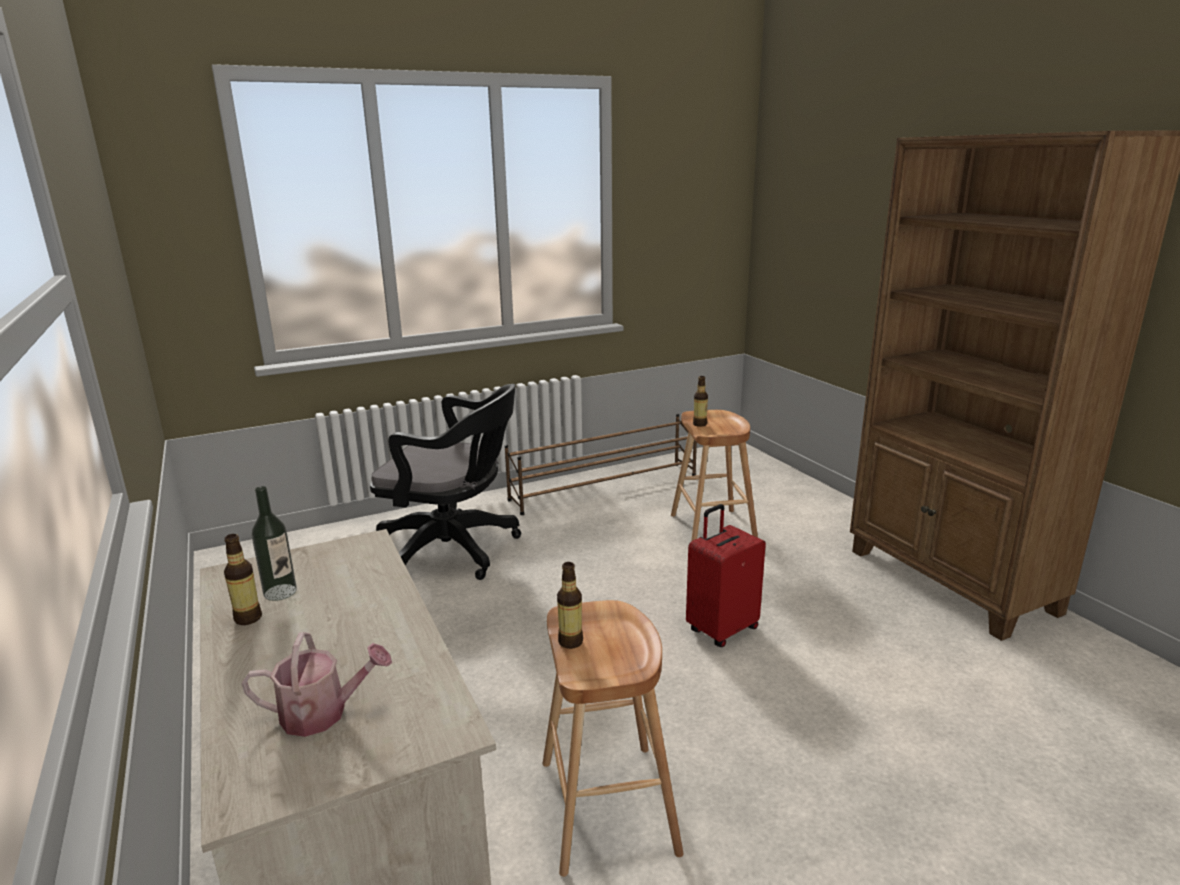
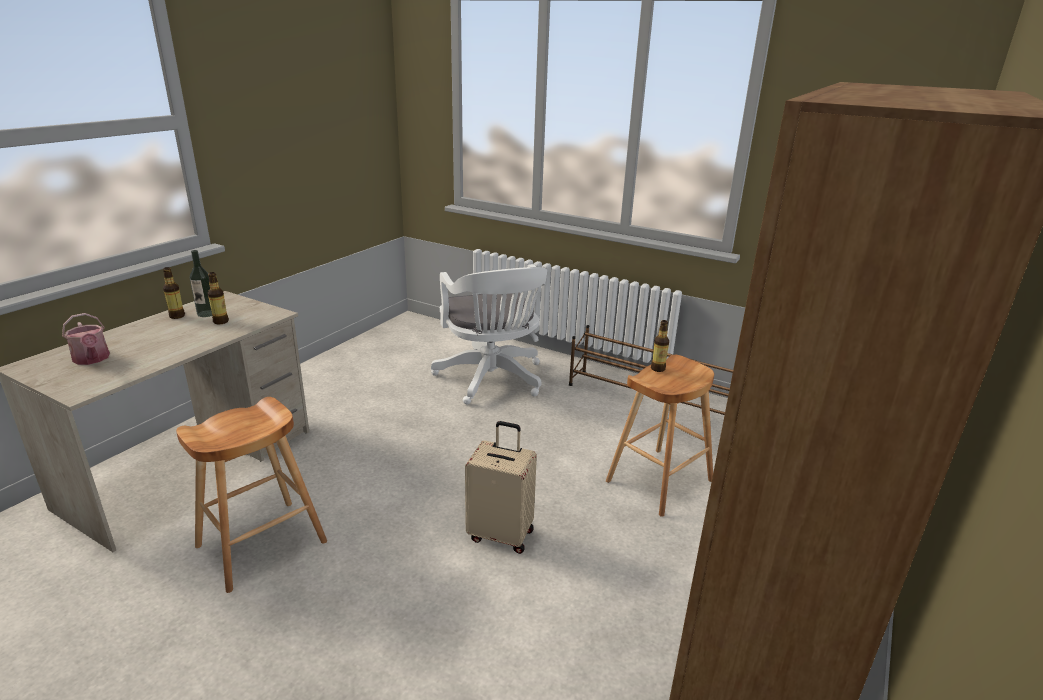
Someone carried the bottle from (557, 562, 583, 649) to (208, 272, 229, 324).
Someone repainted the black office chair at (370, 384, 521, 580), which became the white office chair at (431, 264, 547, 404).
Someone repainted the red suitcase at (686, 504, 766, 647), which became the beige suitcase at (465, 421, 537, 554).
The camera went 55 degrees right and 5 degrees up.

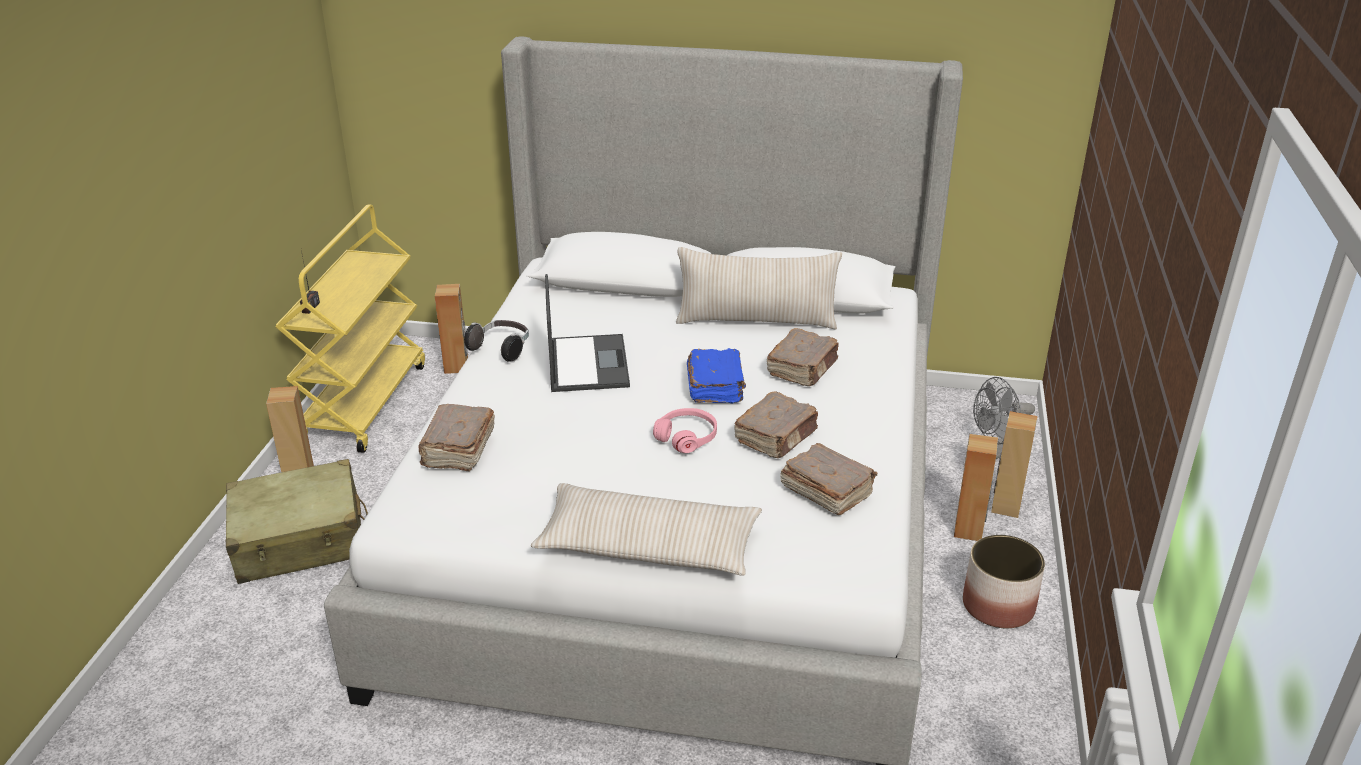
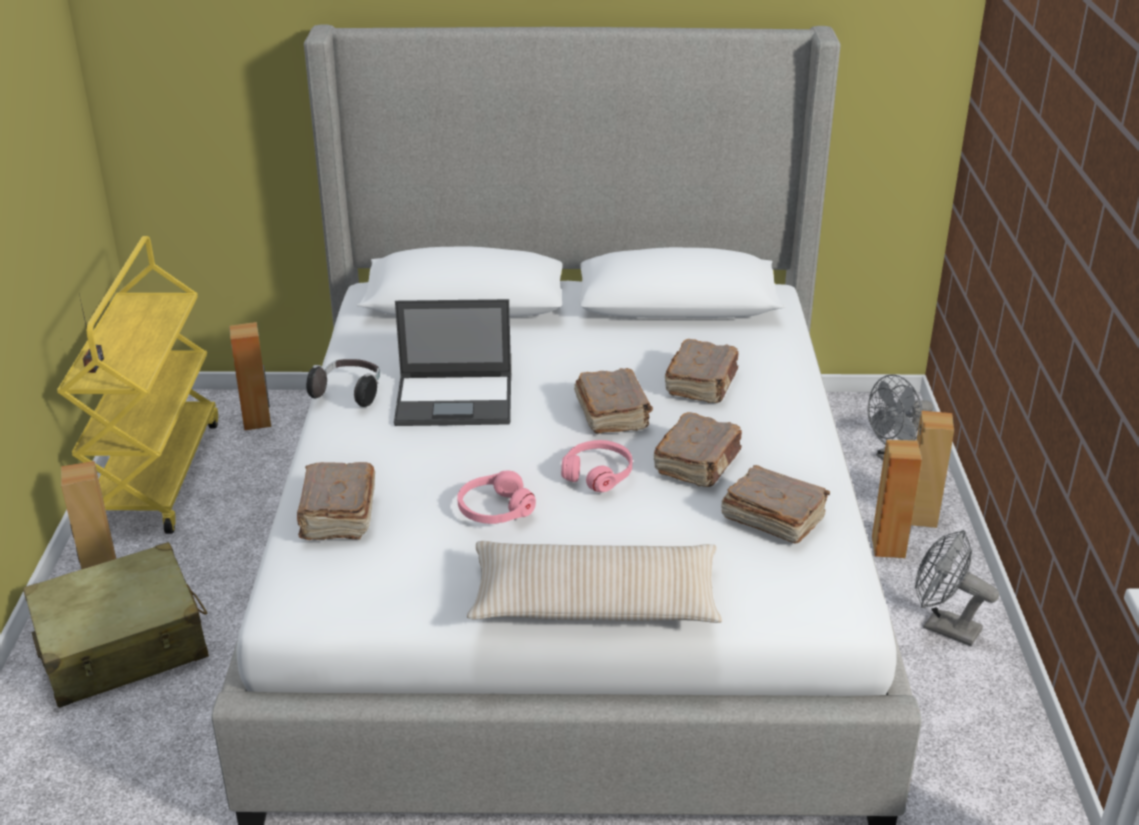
Someone rotated the laptop at (545, 274, 630, 392) by 105 degrees clockwise.
Someone put down the pink headphones at (457, 471, 536, 524).
Someone repainted the blue book at (687, 348, 746, 404), which became the brown book at (574, 368, 653, 434).
Someone swapped the planter at (963, 535, 1045, 628) for the grey fan at (915, 530, 999, 646).
Someone took away the beige pillow at (676, 247, 842, 329).
The camera went 10 degrees left and 0 degrees up.

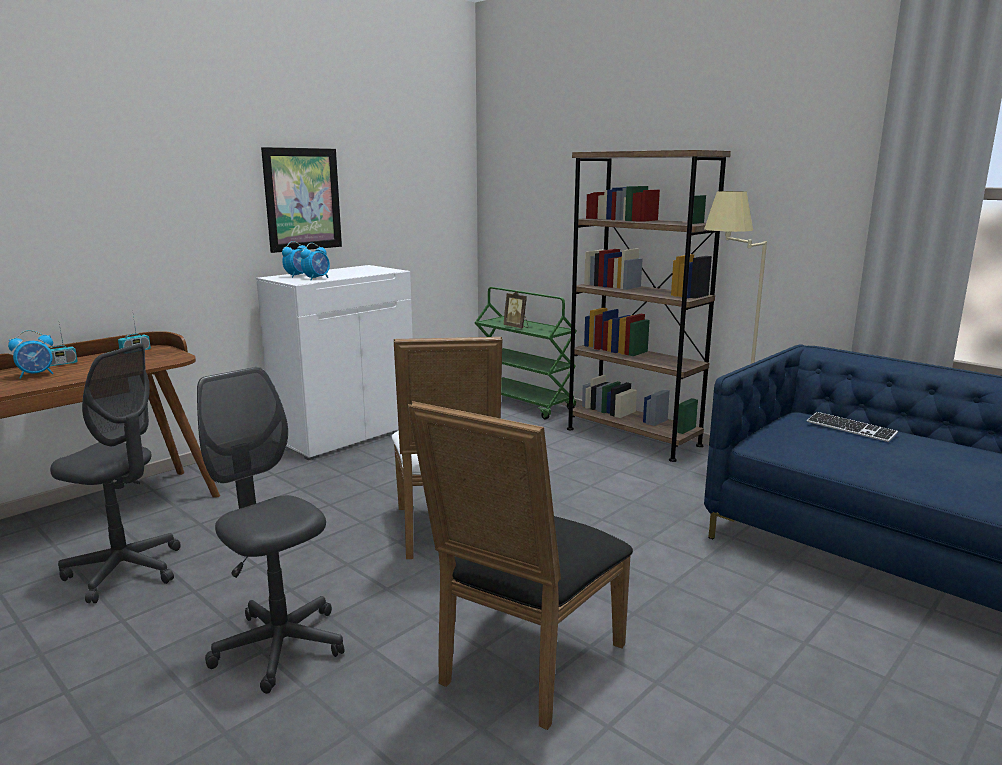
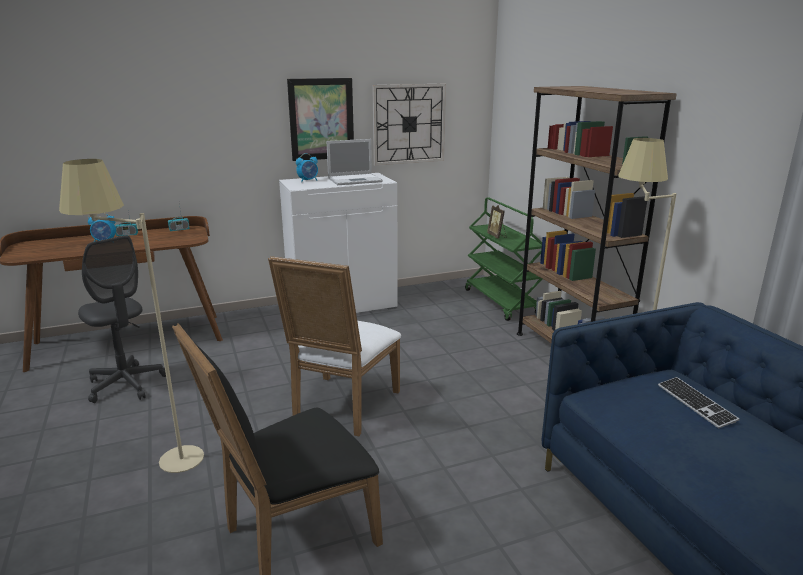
Someone swapped the grey office chair at (197, 367, 345, 694) for the beige floor lamp at (59, 159, 204, 473).
Someone put down the laptop at (327, 139, 383, 185).
Someone put up the wall clock at (372, 84, 446, 165).
Someone took away the alarm clock at (300, 243, 330, 281).
The camera went 25 degrees right and 5 degrees up.

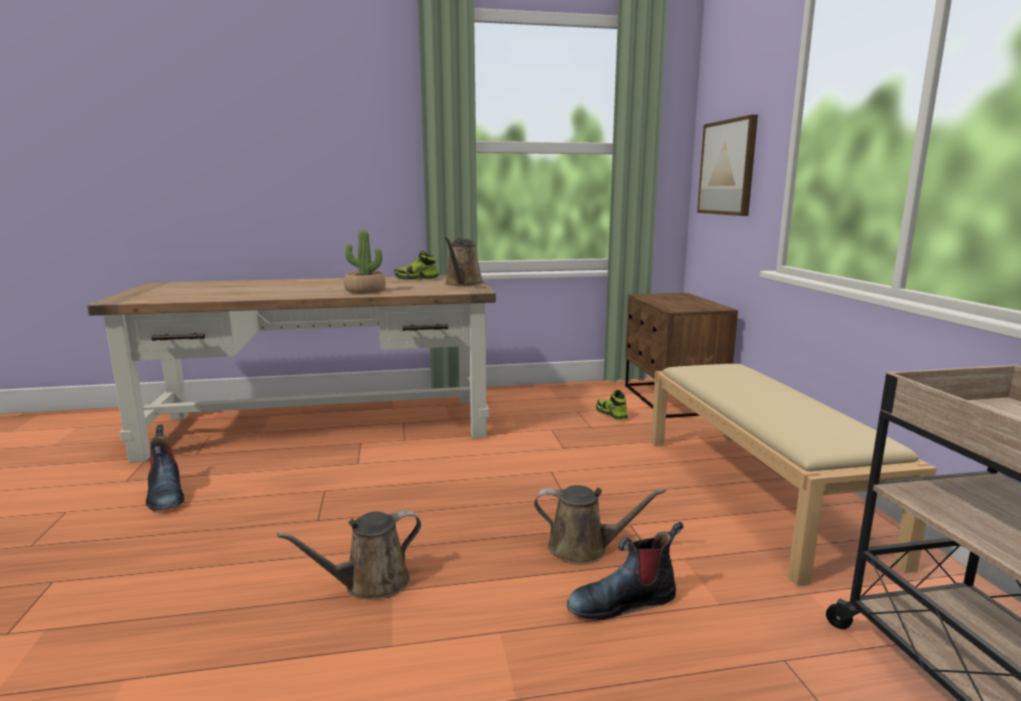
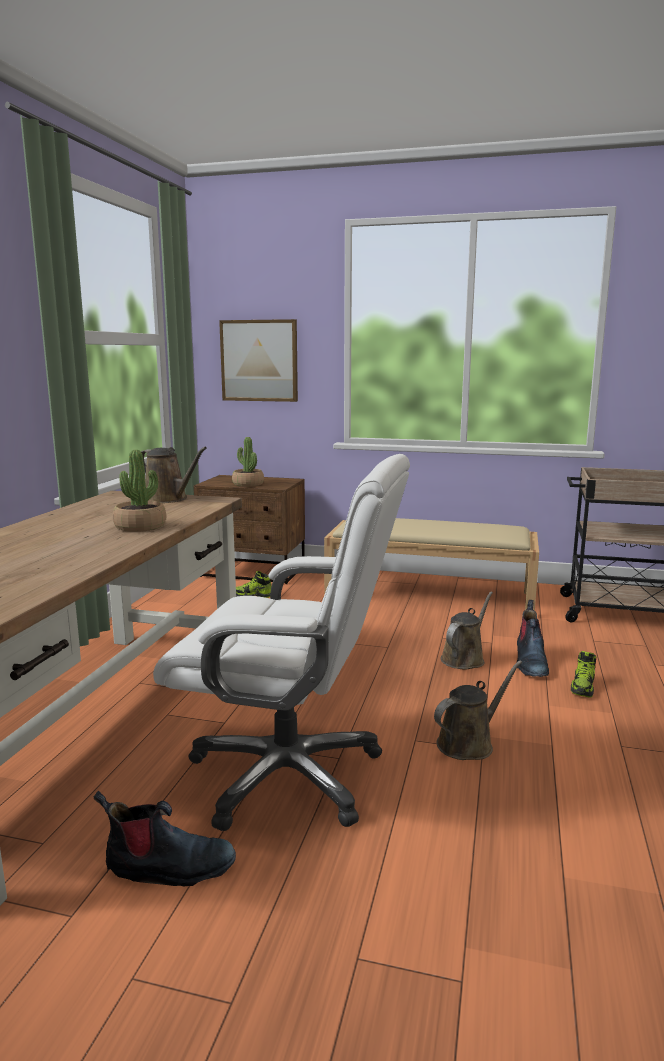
Someone put down the white office chair at (153, 454, 410, 831).
Someone put down the potted plant at (232, 437, 264, 487).
Someone rotated the brown watering can at (277, 510, 421, 599) by 120 degrees counterclockwise.
Someone carried the shoe from (394, 251, 439, 280) to (571, 651, 596, 698).
The camera went 65 degrees left and 0 degrees up.

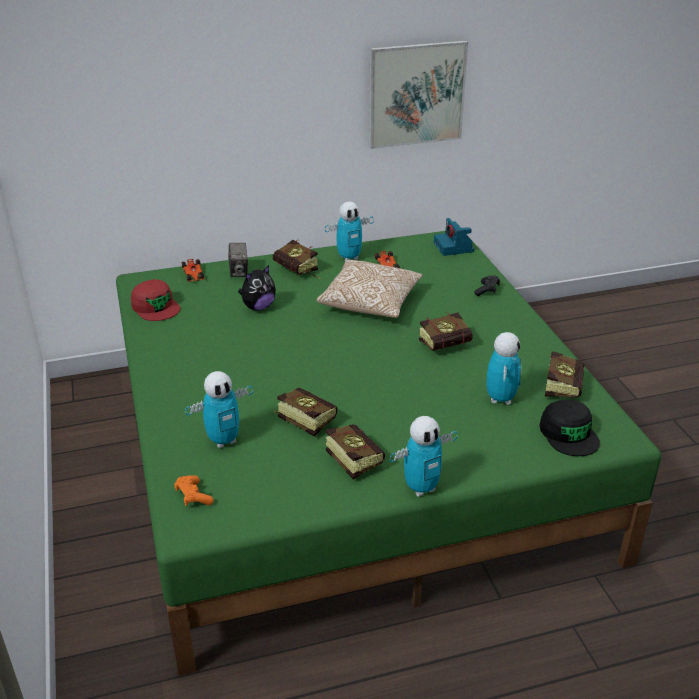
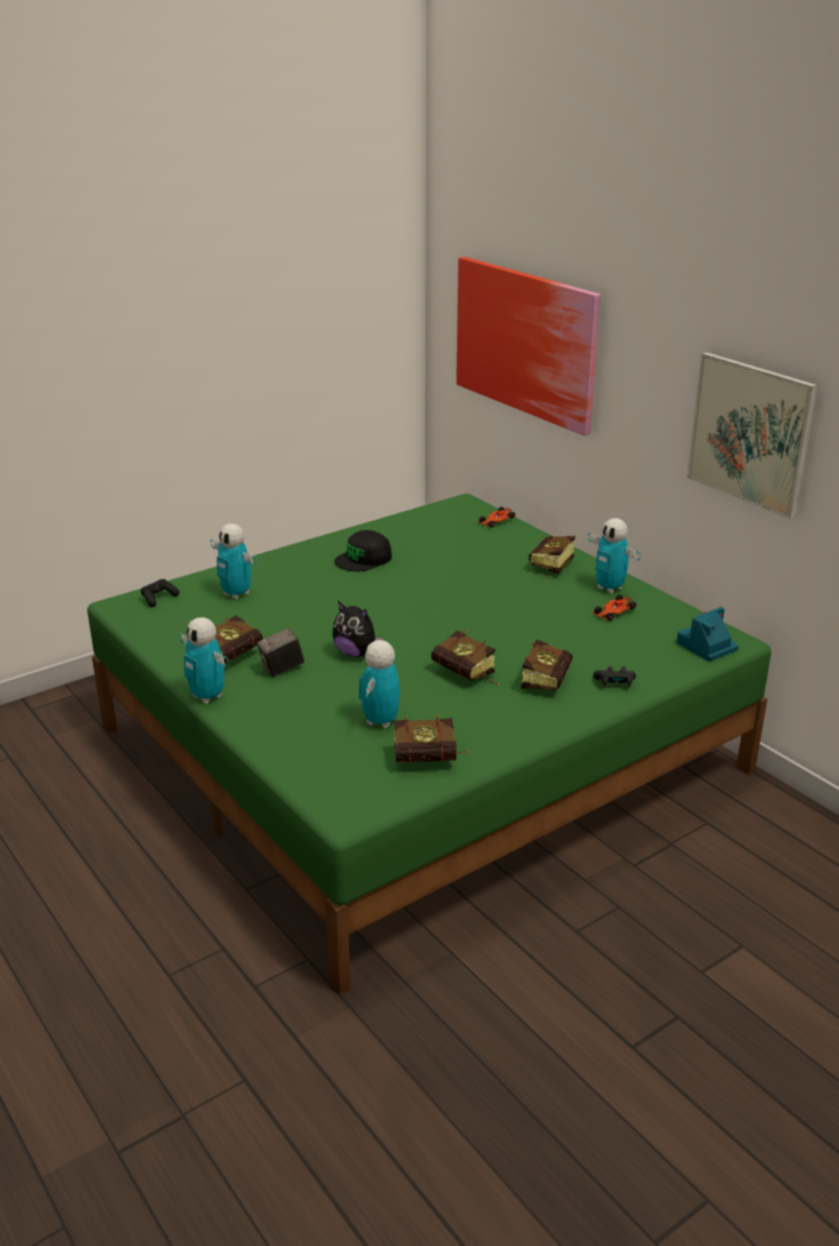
Someone repainted the orange game controller at (174, 475, 214, 506), which became the black game controller at (141, 579, 179, 607).
Someone carried the photo camera from (228, 243, 248, 277) to (257, 628, 304, 677).
Someone carried the plush toy from (238, 265, 276, 310) to (332, 601, 383, 657).
Someone carried the black cap from (539, 400, 600, 456) to (334, 530, 392, 571).
Someone rotated the toy robot at (486, 332, 521, 405) by 120 degrees clockwise.
Someone put up the picture at (456, 257, 601, 436).
Someone carried the book from (274, 388, 337, 437) to (521, 640, 573, 690).
Someone took away the red cap at (131, 279, 180, 321).
Someone took away the pillow at (316, 260, 423, 318).
The camera went 70 degrees right and 5 degrees down.

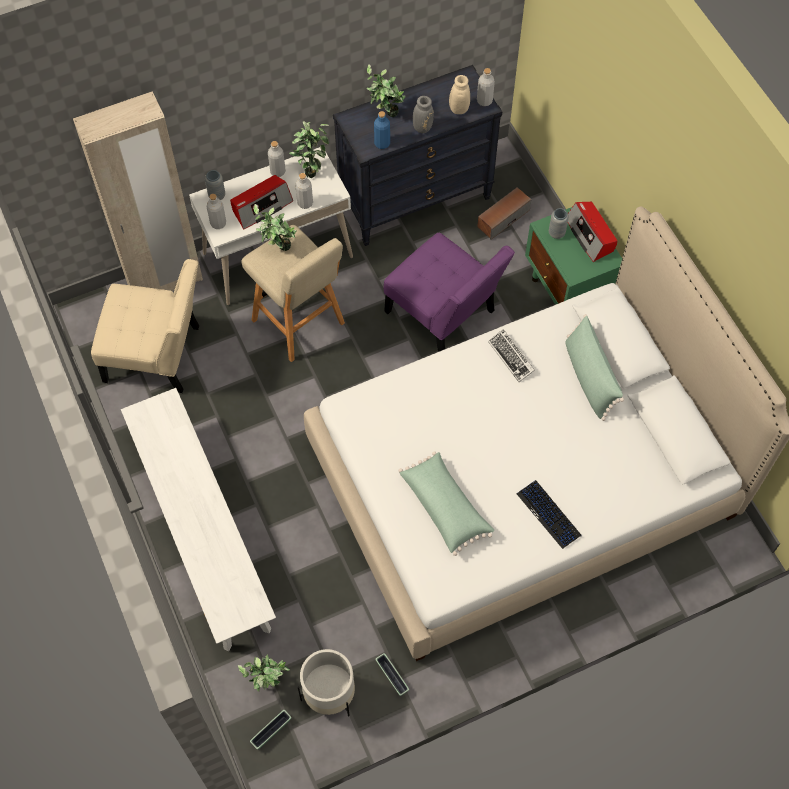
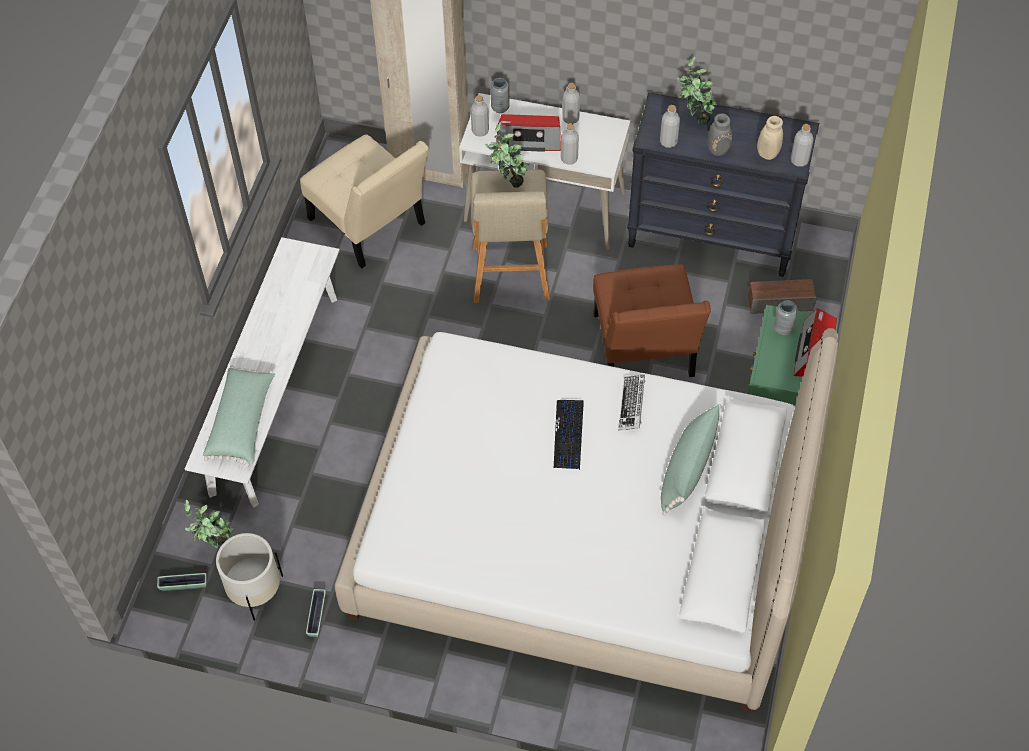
Someone carried the green pillow from (399, 451, 494, 556) to (203, 365, 275, 467).
Someone carried the keyboard from (517, 480, 582, 549) to (554, 400, 584, 470).
Someone repainted the purple chair at (384, 233, 515, 352), which became the brown chair at (593, 264, 711, 377).
Someone repainted the blue bottle at (374, 111, 390, 149), which became the grey bottle at (660, 105, 680, 148).
Someone took away the potted plant at (289, 121, 329, 178).
The camera went 40 degrees right and 5 degrees down.

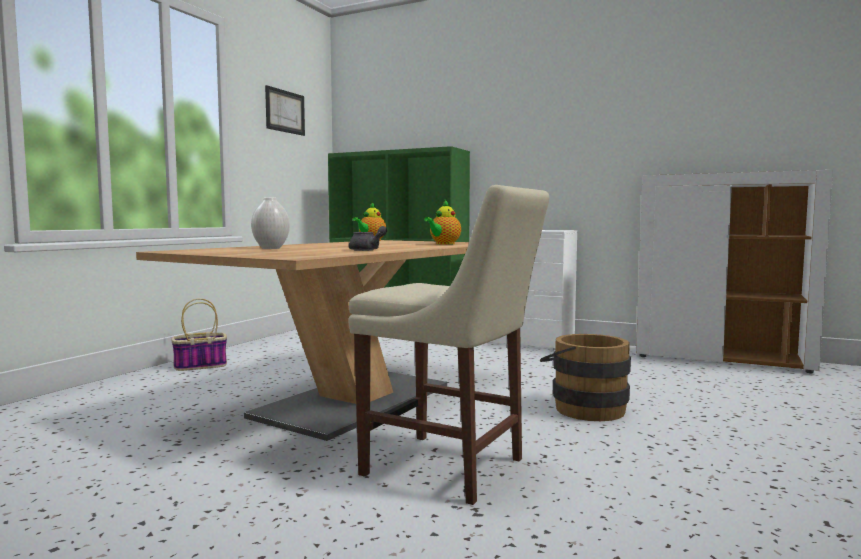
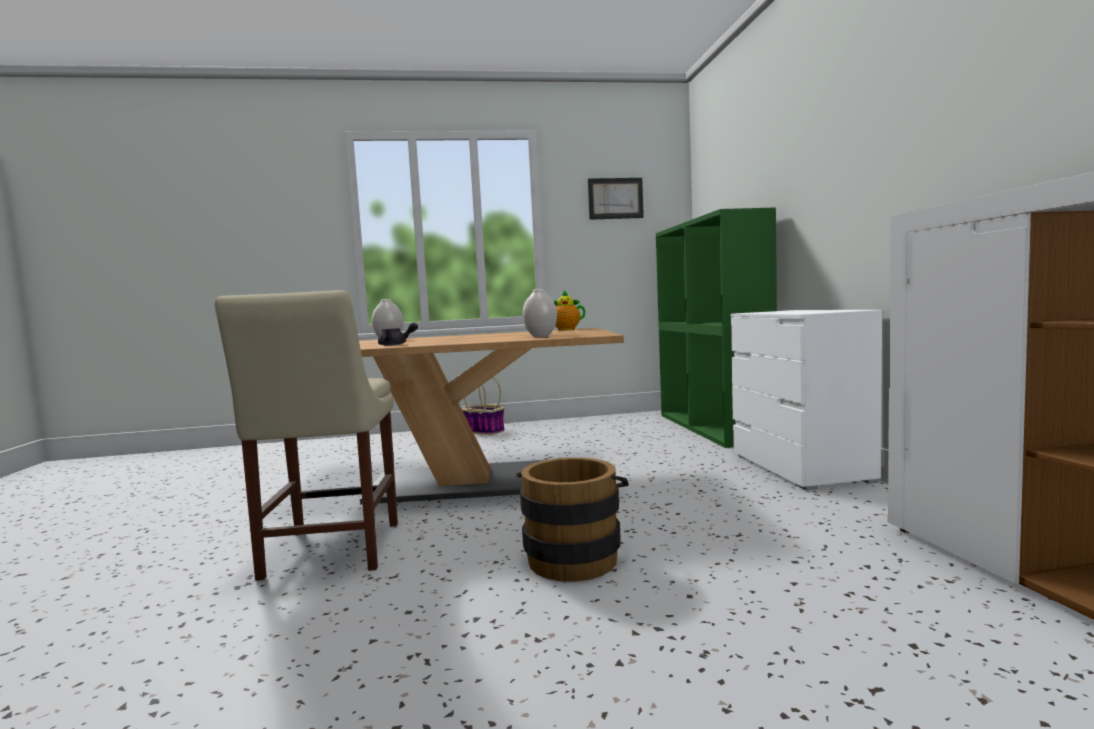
Someone swapped the teapot at (424, 200, 461, 245) for the white vase at (523, 289, 557, 337).
The camera went 55 degrees right and 0 degrees up.

